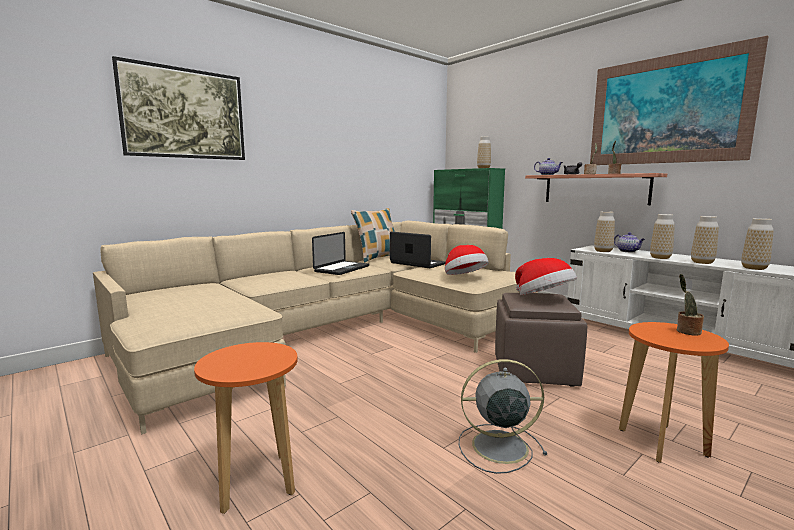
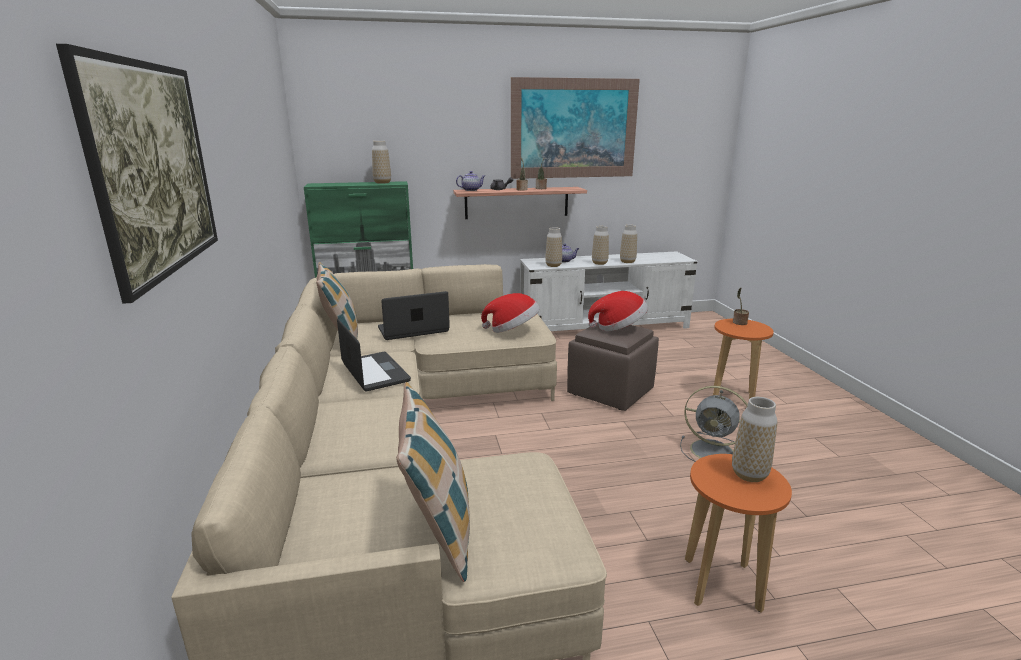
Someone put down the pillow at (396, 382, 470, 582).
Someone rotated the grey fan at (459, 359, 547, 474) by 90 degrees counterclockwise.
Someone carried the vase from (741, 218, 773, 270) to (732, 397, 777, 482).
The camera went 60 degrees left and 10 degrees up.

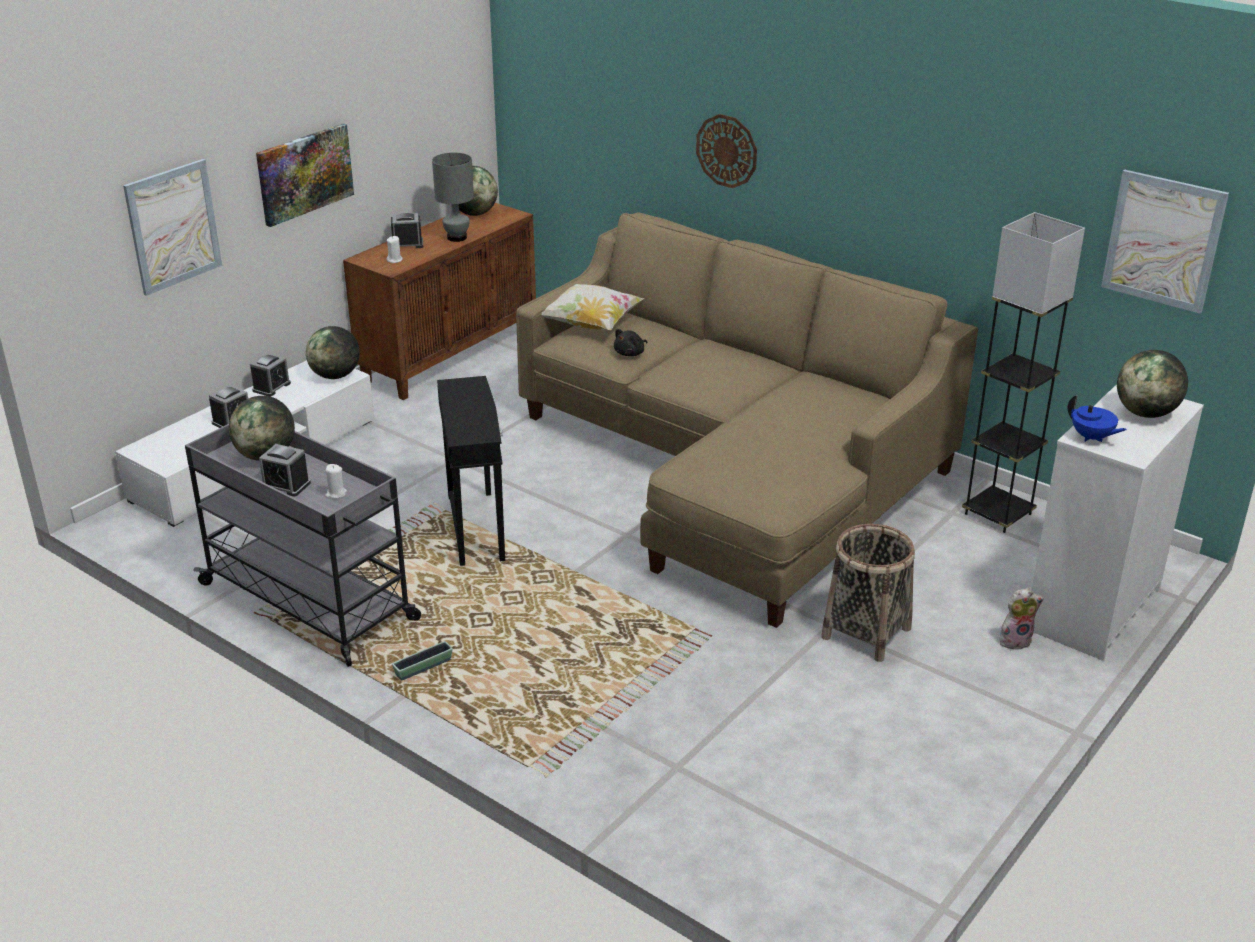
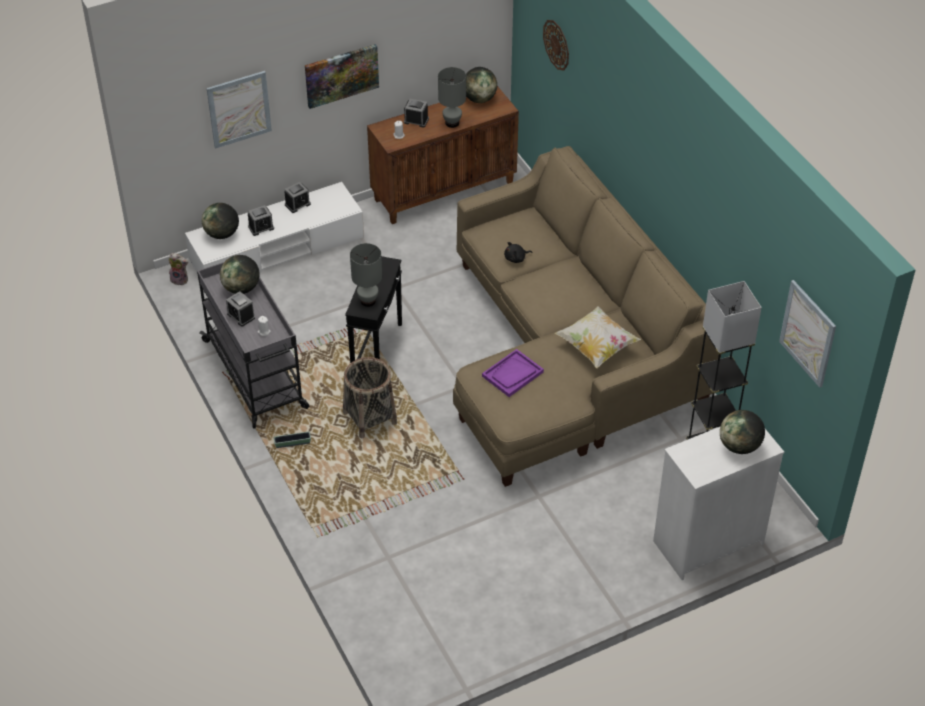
Someone carried the plush toy from (1000, 588, 1044, 650) to (168, 253, 188, 285).
Someone carried the globe from (306, 326, 360, 379) to (202, 203, 239, 239).
Someone carried the basket from (821, 524, 915, 662) to (343, 357, 397, 438).
Someone put down the grey table lamp at (350, 243, 382, 307).
Someone put down the purple tray at (482, 349, 544, 397).
Someone carried the wall clock from (696, 114, 757, 188) to (543, 20, 569, 70).
Someone carried the pillow from (542, 284, 644, 330) to (555, 306, 641, 368).
Someone took away the blue teapot at (1068, 395, 1127, 442).
The camera went 25 degrees right and 15 degrees up.

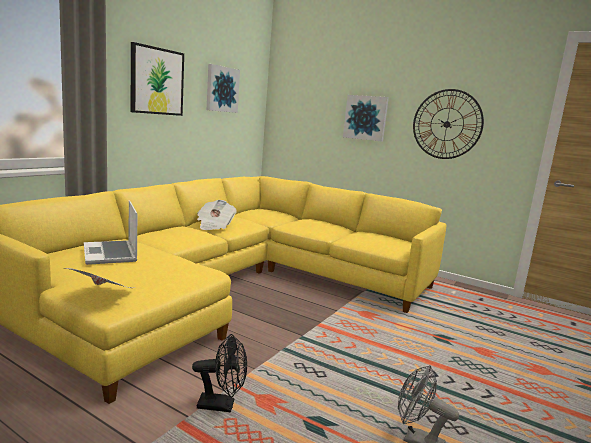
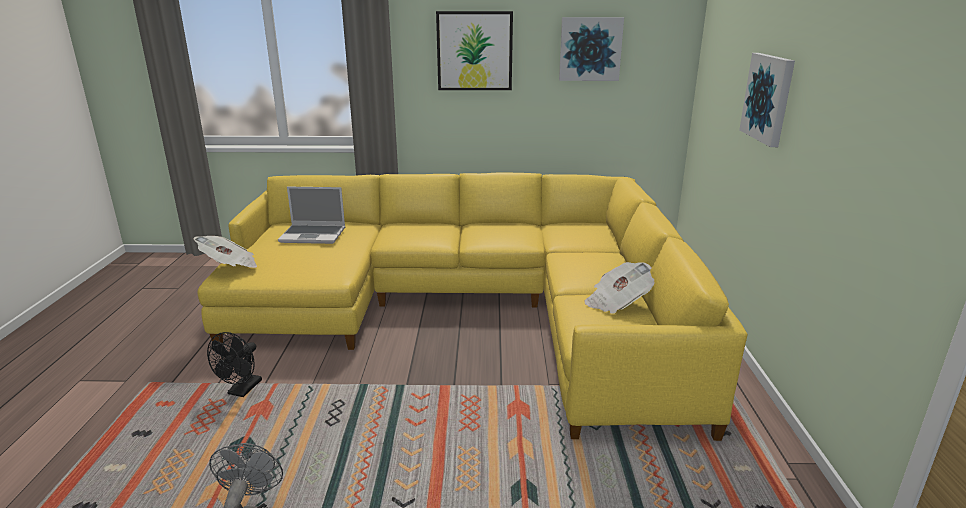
Someone rotated the black fan at (192, 334, 247, 412) by 45 degrees clockwise.
Someone rotated the laptop at (84, 200, 137, 265) by 120 degrees counterclockwise.
Someone carried the newspaper from (197, 200, 237, 230) to (584, 262, 654, 314).
Someone took away the wall clock at (413, 89, 484, 159).
The camera went 60 degrees right and 10 degrees up.

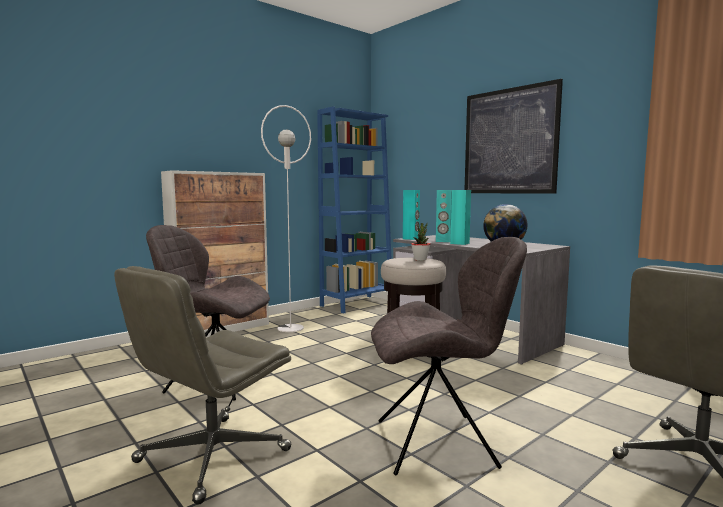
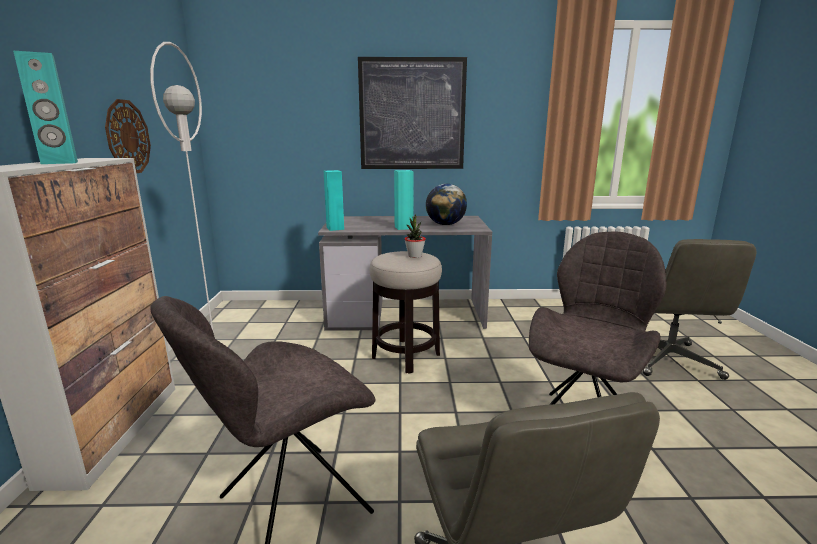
Someone carried the turquoise speaker from (436, 190, 452, 242) to (13, 51, 78, 164).
Someone put up the wall clock at (105, 99, 151, 173).
Someone took away the blue bookcase at (317, 106, 392, 314).
The camera went 50 degrees left and 10 degrees up.

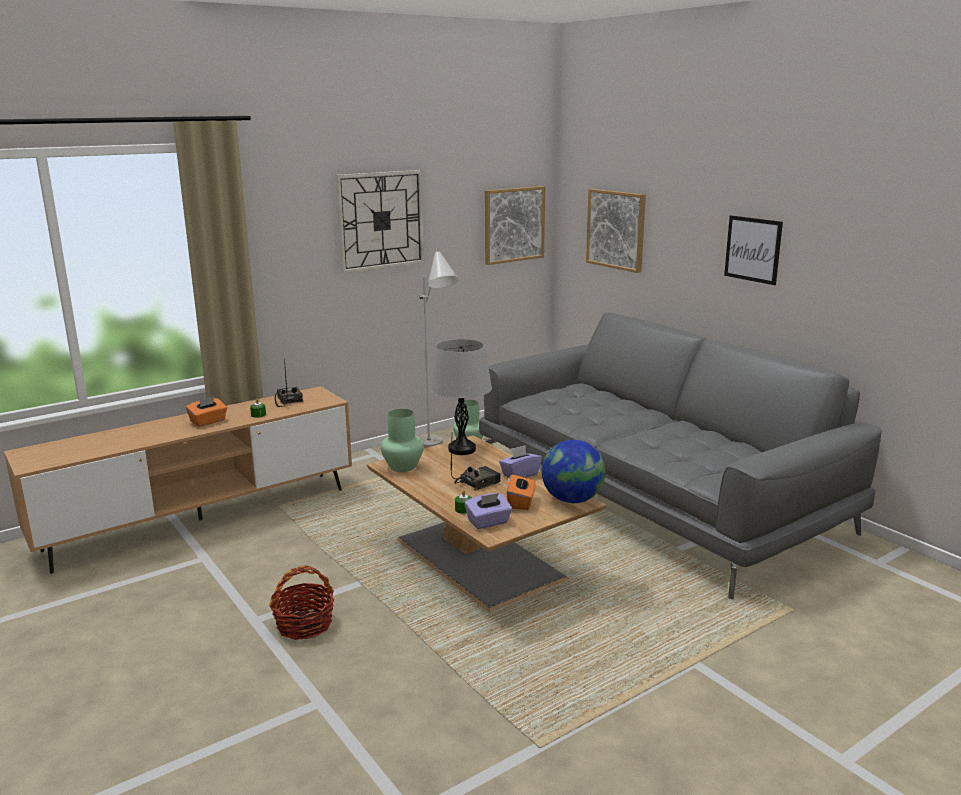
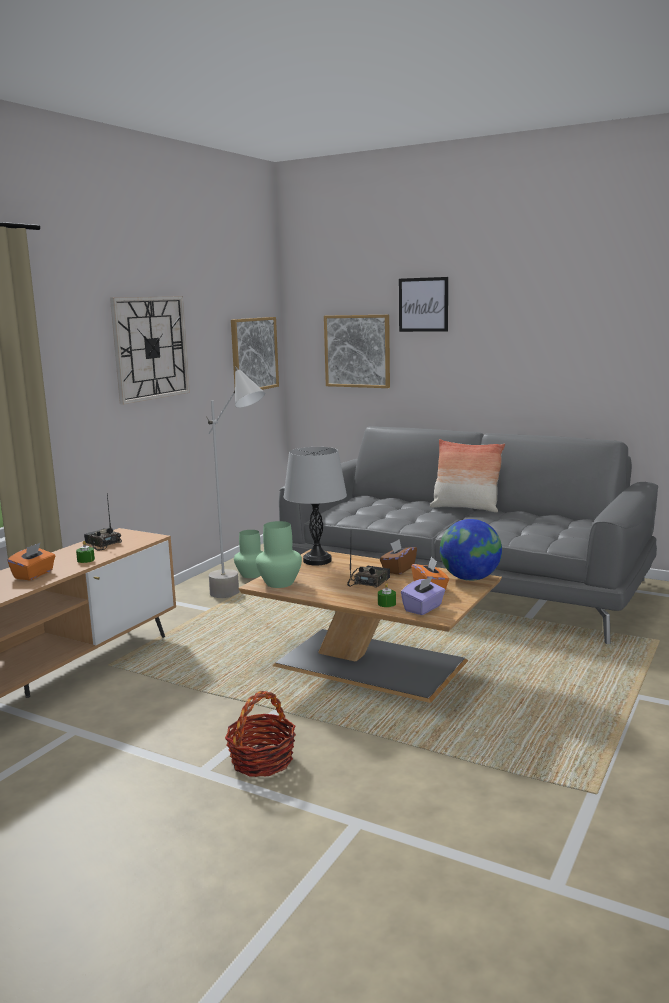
Someone repainted the purple tissue box at (499, 445, 542, 478), which became the brown tissue box at (380, 540, 417, 575).
Someone carried the picture from (724, 216, 783, 285) to (399, 277, 448, 332).
Someone put down the pillow at (430, 439, 505, 512).
The camera went 25 degrees left and 5 degrees down.

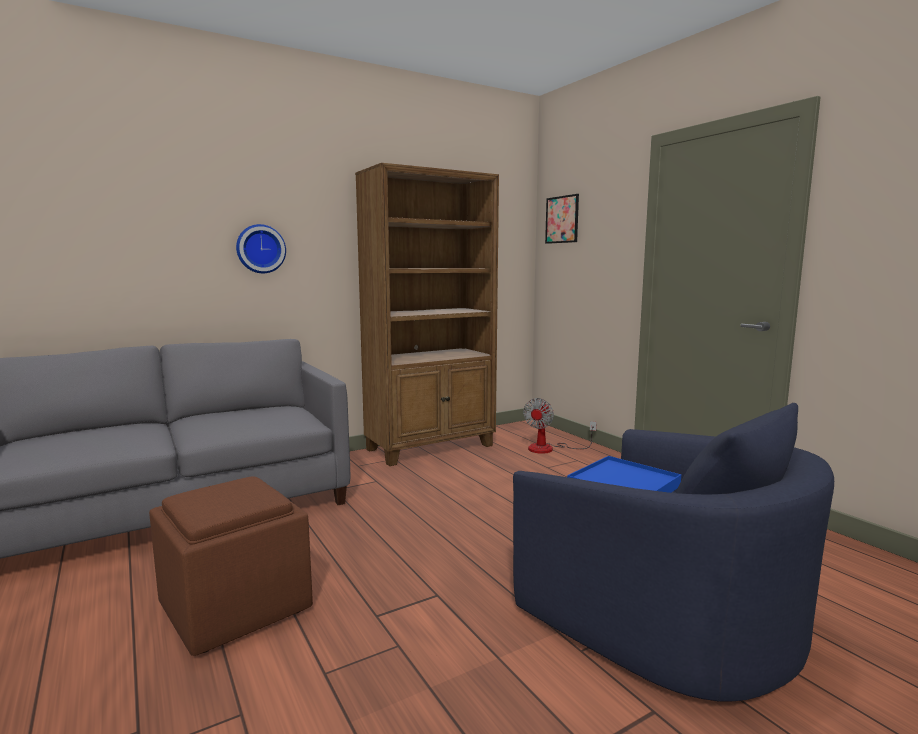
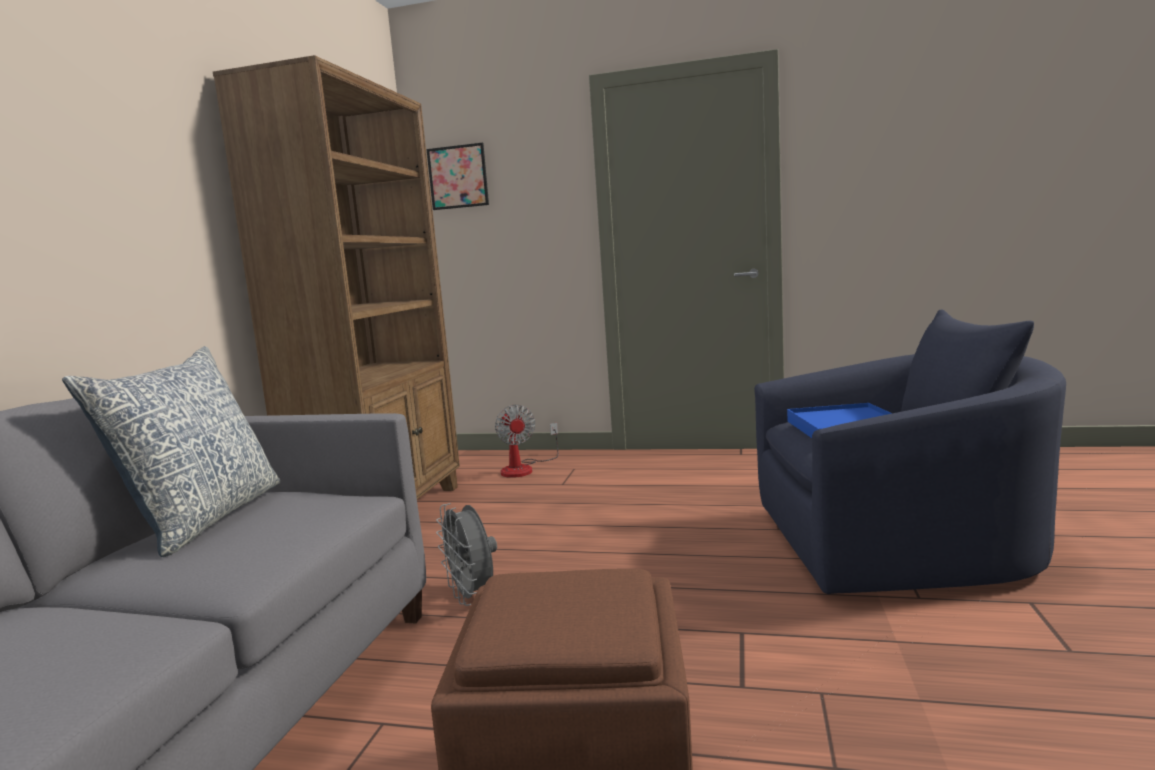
Someone put down the pillow at (62, 346, 281, 557).
Someone put down the grey fan at (436, 503, 497, 606).
Someone took away the wall clock at (236, 224, 286, 273).
The camera went 45 degrees left and 0 degrees up.

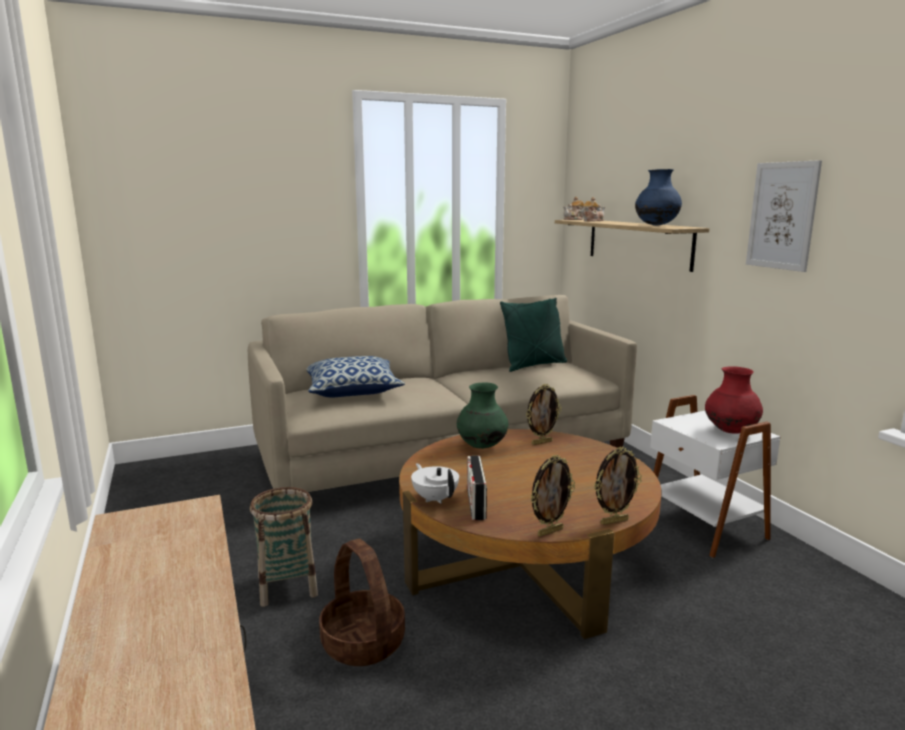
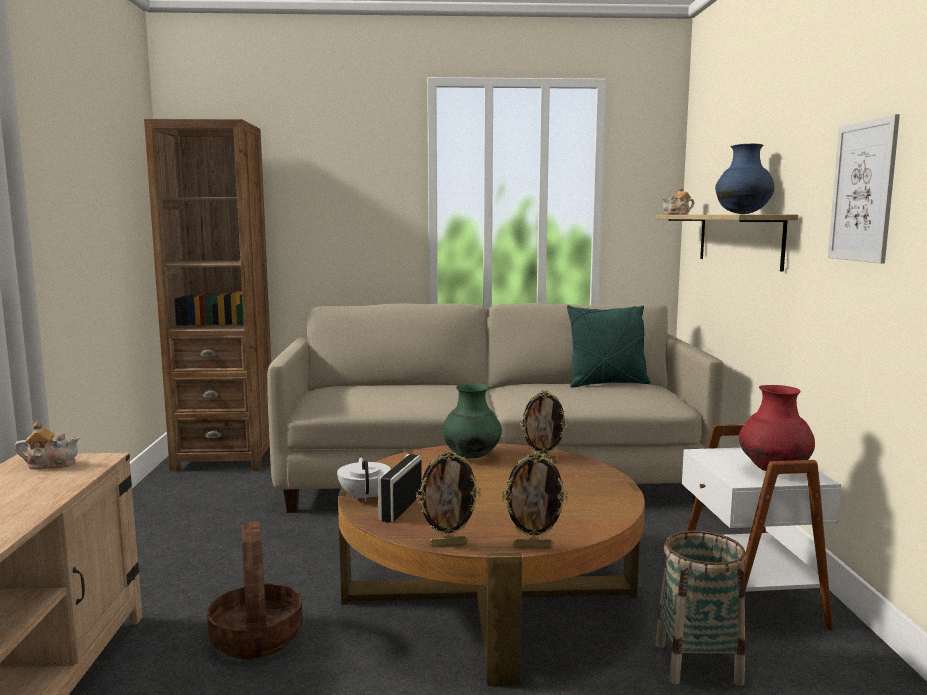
Someone carried the teapot from (581, 197, 605, 221) to (15, 421, 79, 469).
Someone put down the brown bookcase at (144, 119, 271, 472).
Someone carried the basket from (250, 487, 318, 607) to (655, 530, 747, 686).
Someone took away the pillow at (306, 356, 405, 397).
The camera went 20 degrees right and 5 degrees down.

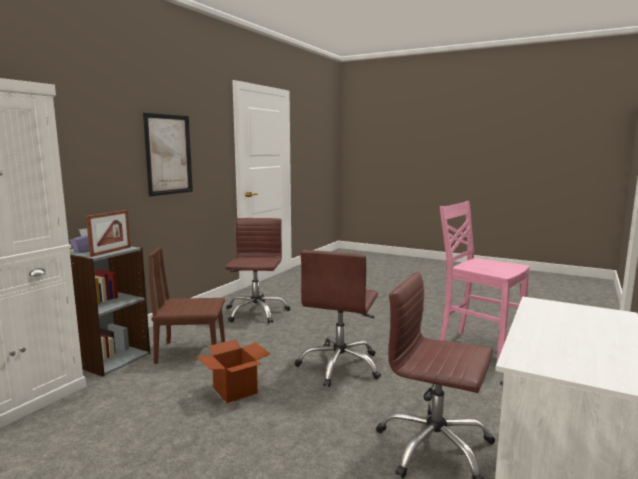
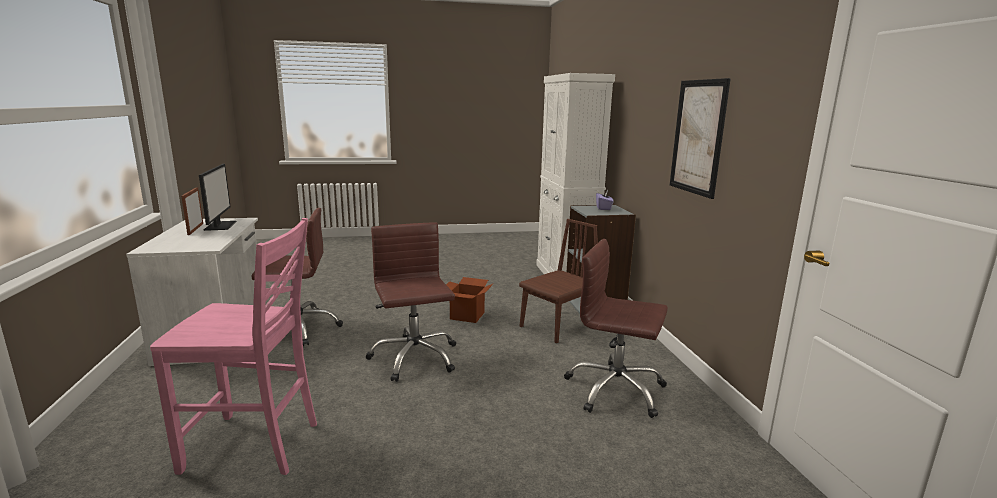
Someone carried the picture frame from (86, 210, 131, 257) to (181, 187, 203, 235).
Someone put down the monitor at (199, 164, 237, 231).
Someone rotated the brown office chair at (225, 218, 291, 324) by 150 degrees clockwise.
The camera went 140 degrees right and 5 degrees up.

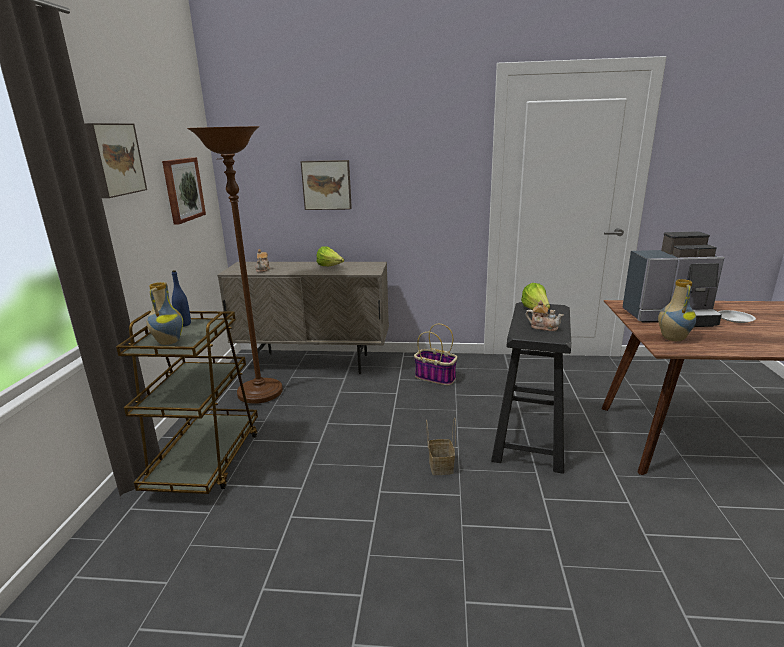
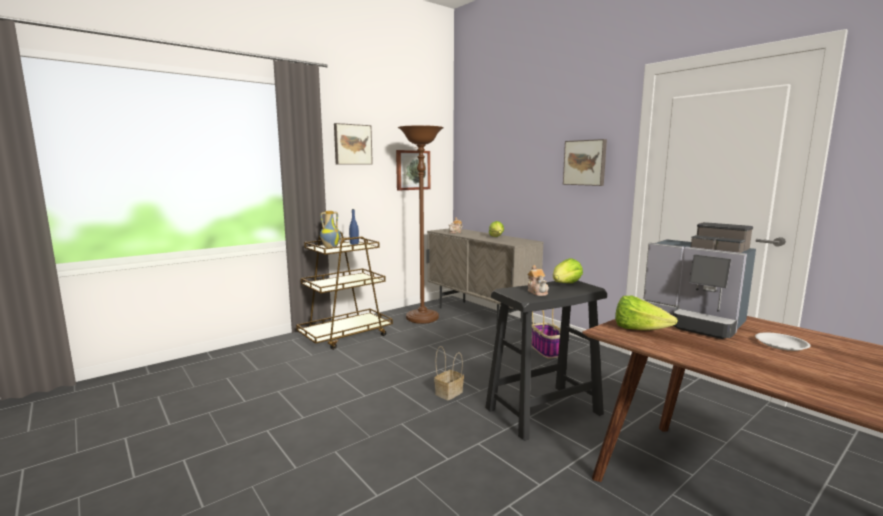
Someone carried the picture from (300, 160, 352, 210) to (563, 139, 607, 186).
Someone swapped the vase at (658, 279, 696, 341) for the lettuce at (615, 296, 678, 330).
The camera went 45 degrees right and 10 degrees down.

